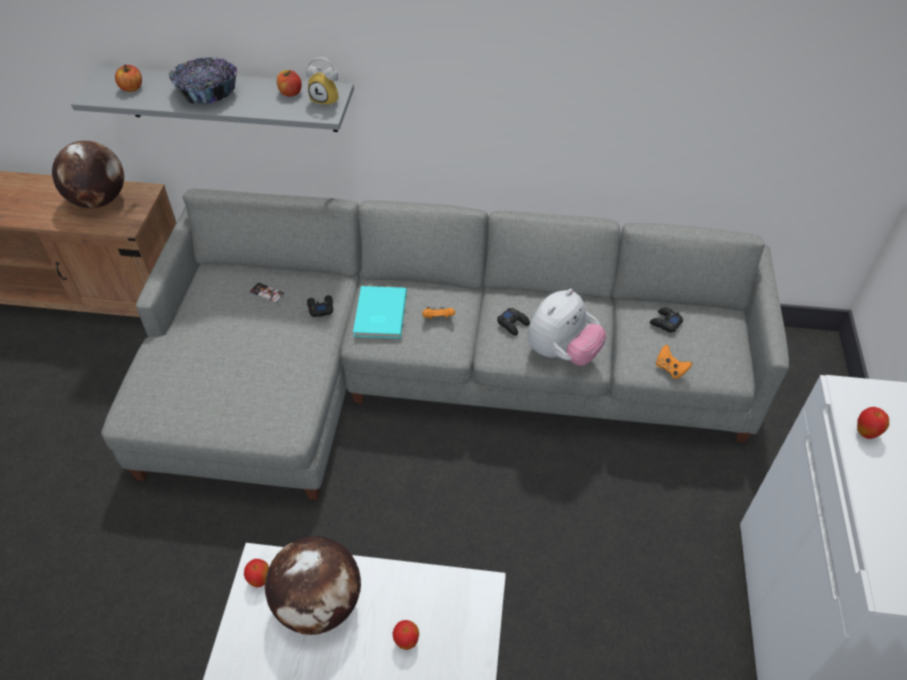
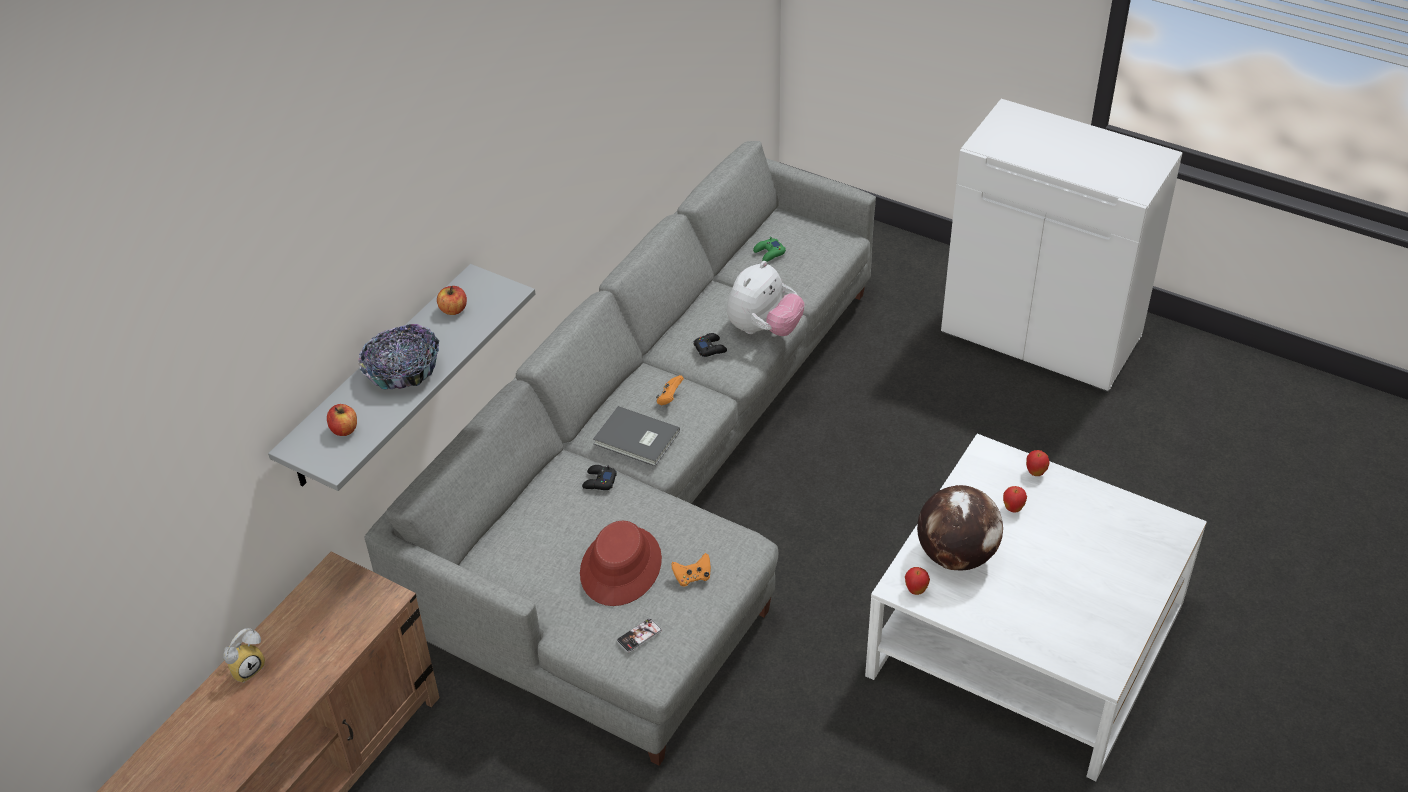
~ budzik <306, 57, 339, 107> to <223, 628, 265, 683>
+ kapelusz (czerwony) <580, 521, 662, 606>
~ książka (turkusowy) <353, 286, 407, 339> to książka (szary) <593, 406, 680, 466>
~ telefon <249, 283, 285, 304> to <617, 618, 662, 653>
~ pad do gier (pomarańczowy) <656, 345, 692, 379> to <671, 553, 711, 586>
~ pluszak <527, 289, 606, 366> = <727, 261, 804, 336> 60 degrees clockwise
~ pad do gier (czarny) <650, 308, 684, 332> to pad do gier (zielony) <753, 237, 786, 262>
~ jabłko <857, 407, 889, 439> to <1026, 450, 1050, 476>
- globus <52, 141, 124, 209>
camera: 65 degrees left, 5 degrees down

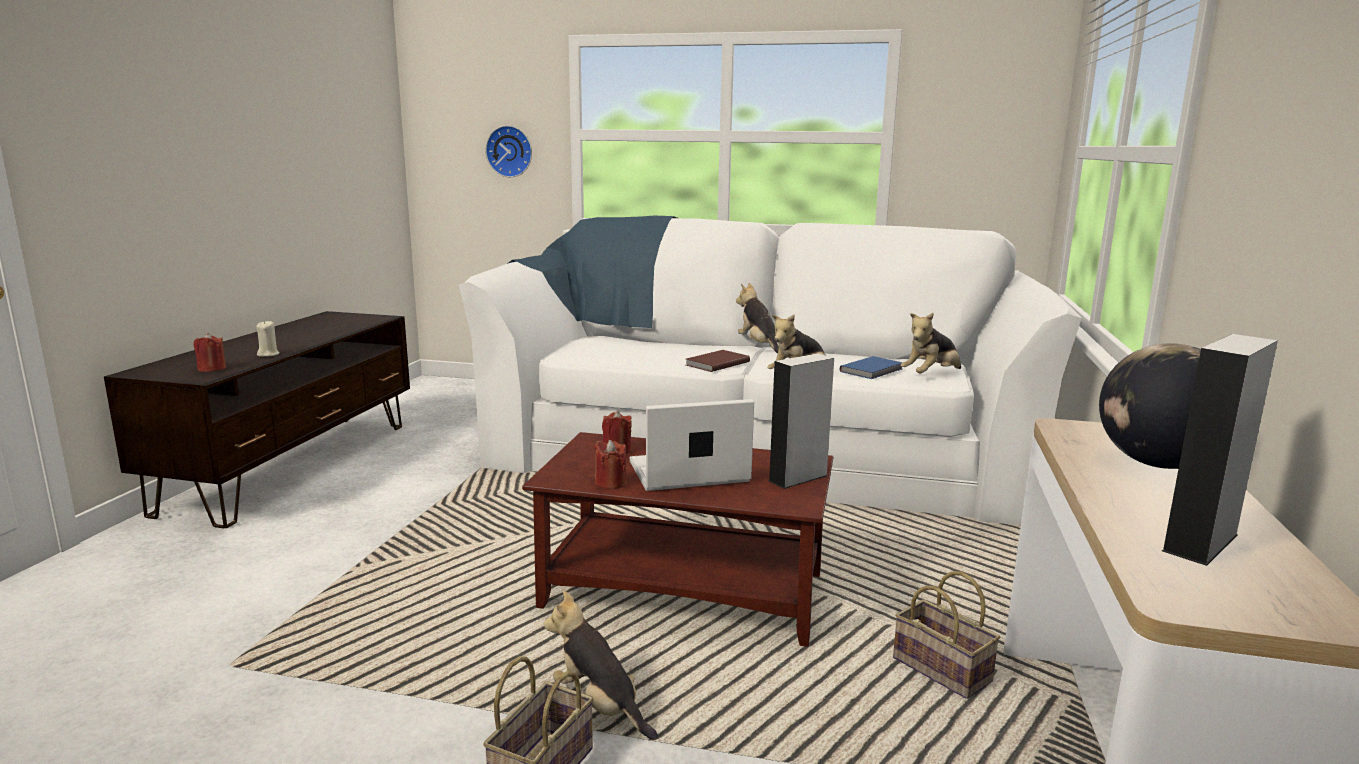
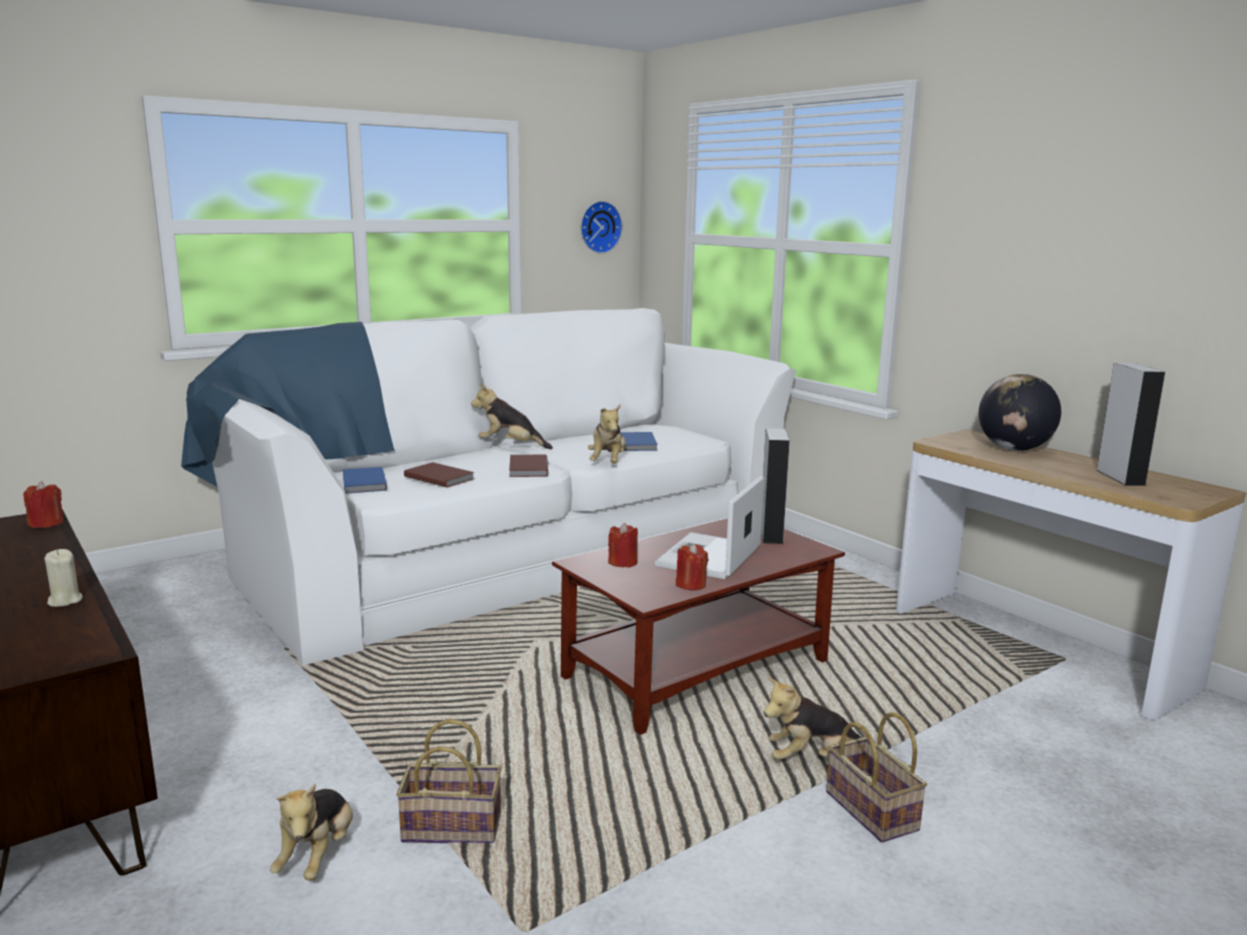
~ świeca (czerwony) <193, 333, 226, 372> to <23, 481, 63, 528>
~ pluszak <901, 313, 961, 373> to <270, 784, 353, 881>
+ książka (niebieski) <343, 467, 387, 494>
~ koszyk <893, 571, 1000, 699> to <396, 719, 502, 843>
+ książka (brązowy) <404, 462, 474, 488>
~ zegar ścienny <485, 125, 532, 177> to <581, 201, 623, 254>
camera: 50 degrees left, 0 degrees up

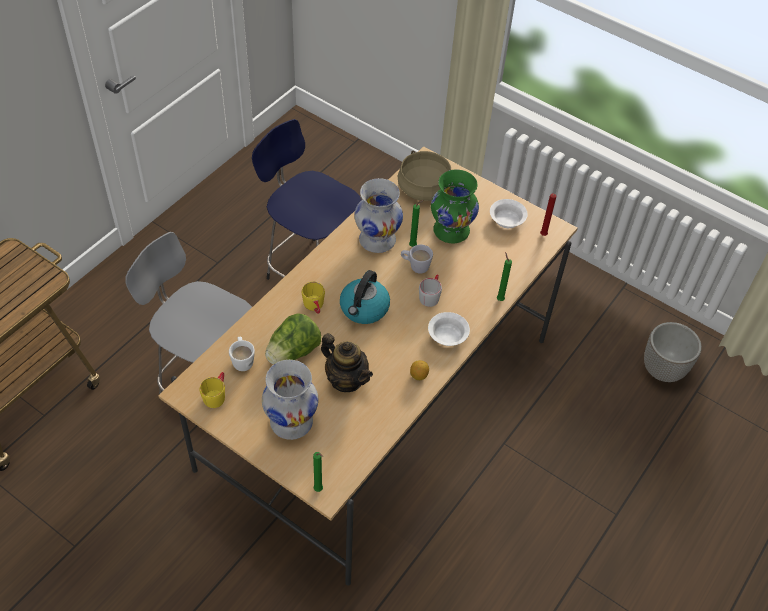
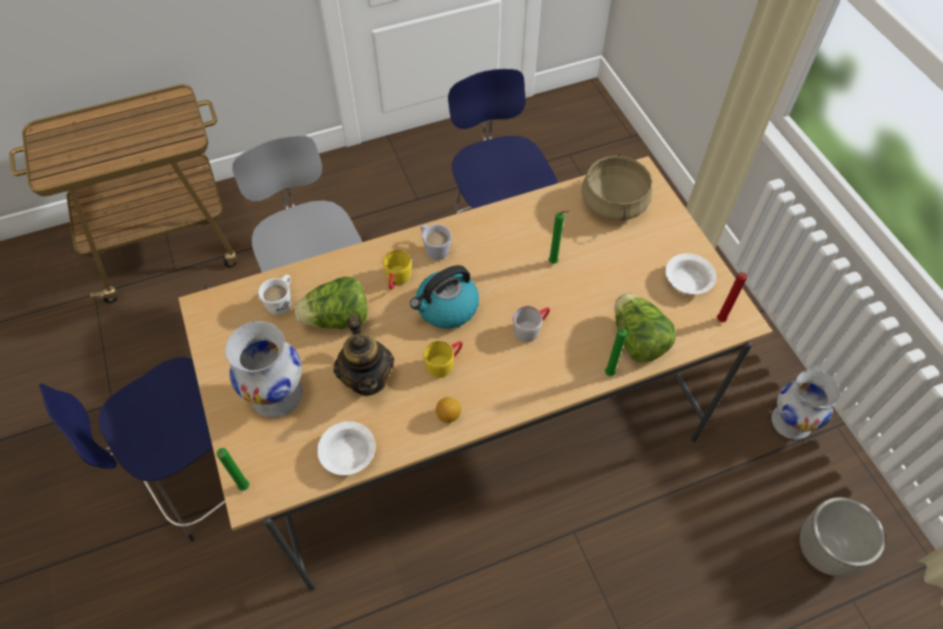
+ stołek (niebieski) <39, 357, 225, 541>
~ miska (biały) <428, 312, 470, 346> to <317, 421, 375, 475>
~ kubek (biały) <401, 245, 433, 274> to <420, 224, 452, 260>
~ kubek (żółty) <200, 372, 225, 408> to <423, 341, 463, 378>
+ sałata <615, 293, 676, 363>
~ wazon (biały) <354, 178, 403, 253> to <772, 369, 840, 440>
- wazon (zielony) <431, 170, 479, 243>
camera: 35 degrees right, 5 degrees up

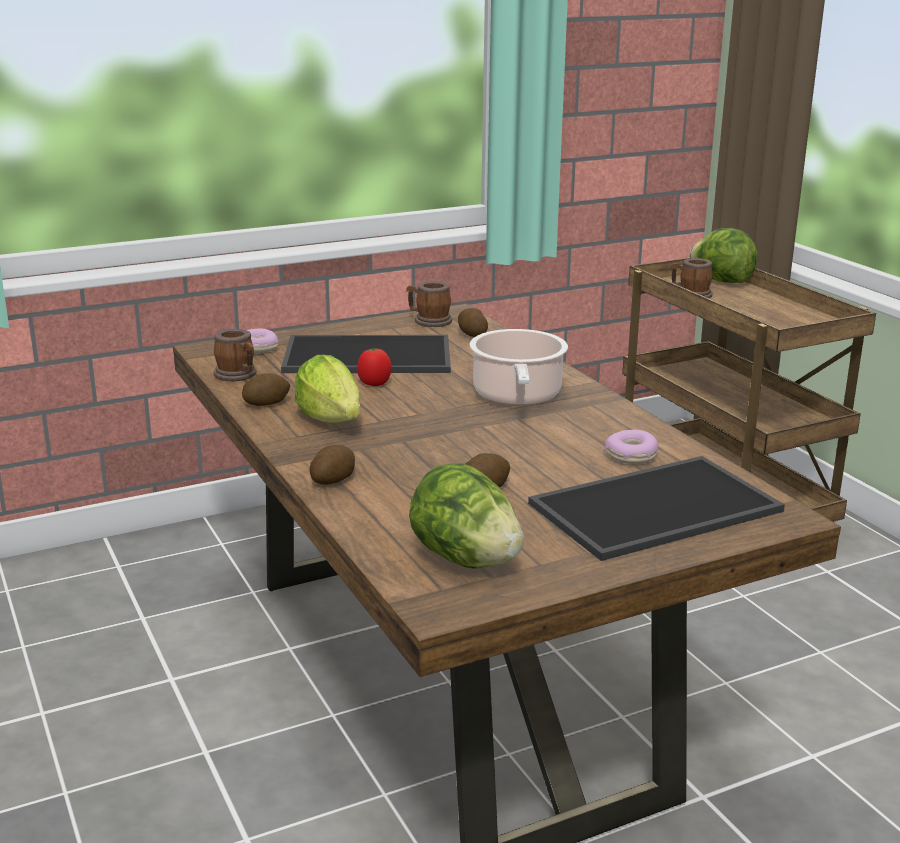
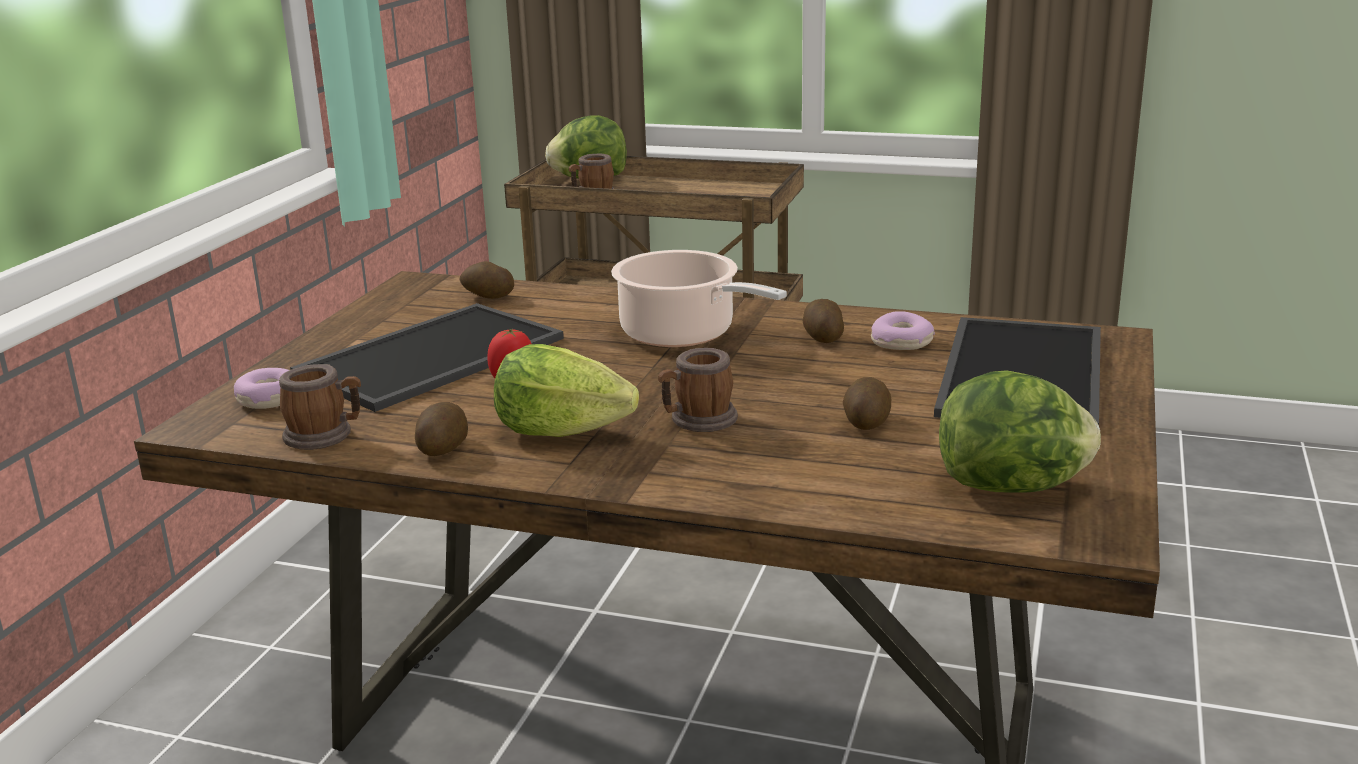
~ kubek <406, 281, 452, 327> to <658, 348, 738, 432>
~ ziemniak <310, 445, 355, 485> to <803, 299, 844, 343>
camera: 45 degrees left, 0 degrees up

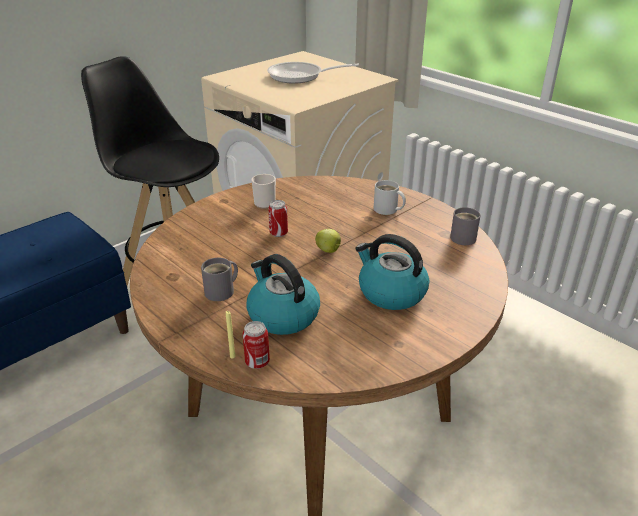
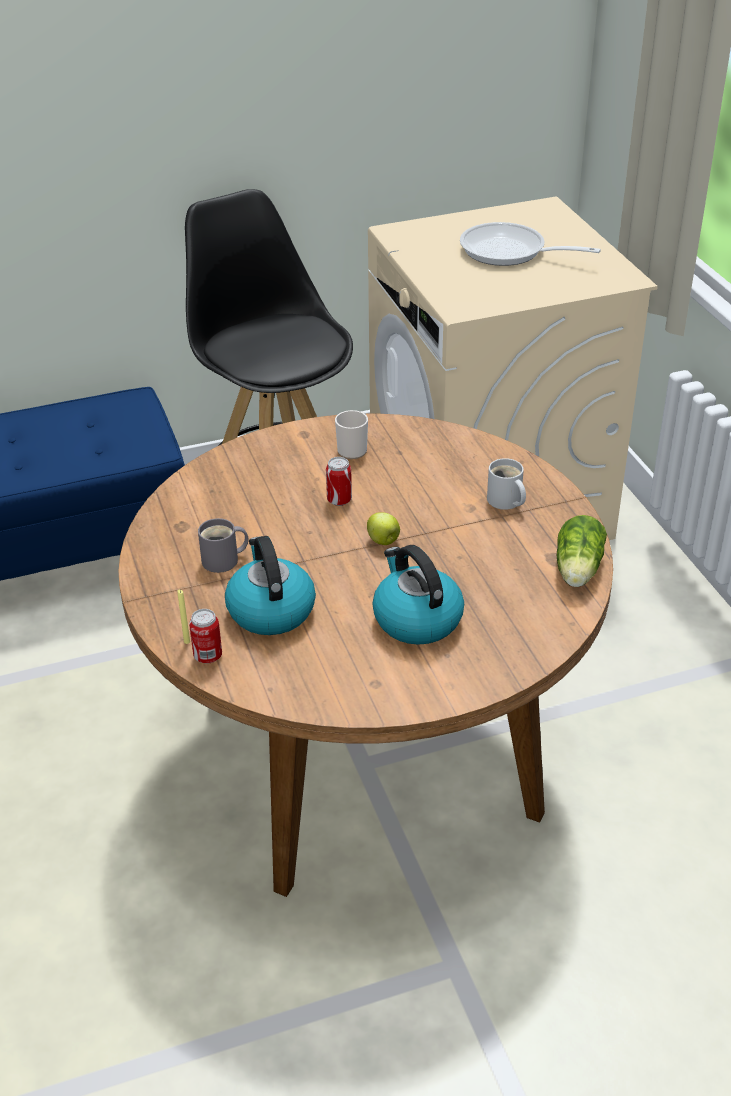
~ kubek (szary) <450, 207, 480, 245> to sałata <557, 515, 607, 587>
camera: 25 degrees right, 5 degrees up

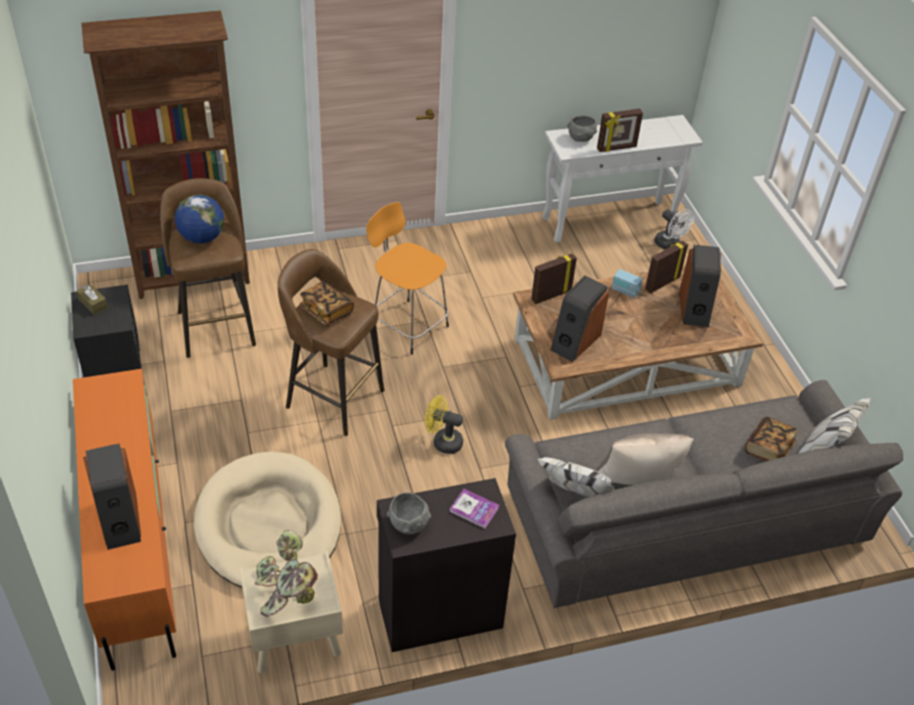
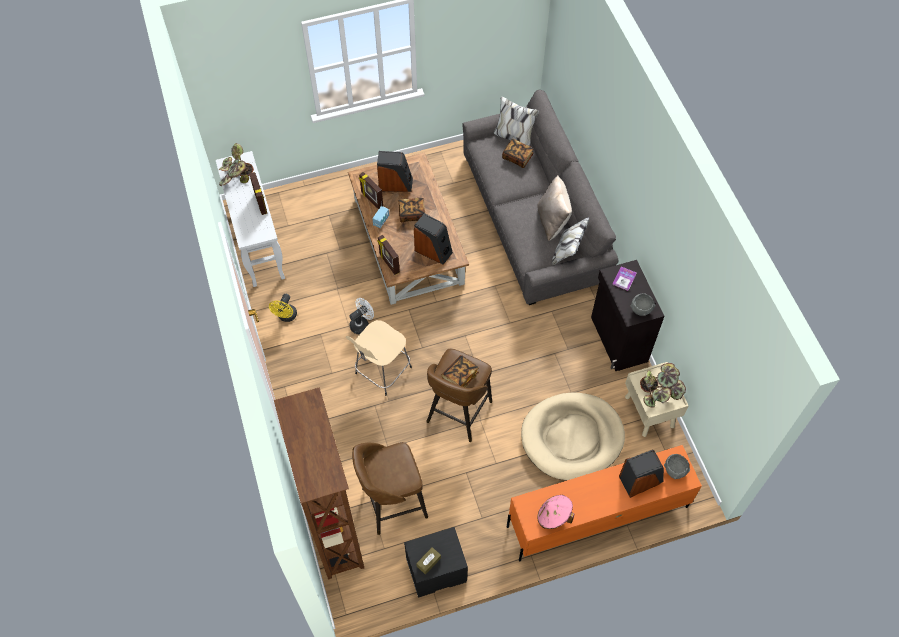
+ roślina doniczkowa <218, 143, 254, 186>
~ wentylator (żółty) <425, 395, 463, 454> to <269, 294, 297, 322>
~ stołek (pomarańczowy) <366, 202, 449, 355> to stołek (beżowy) <346, 320, 412, 396>
~ wentylator (biały) <654, 209, 694, 249> to <349, 298, 374, 334>
+ książka <398, 198, 425, 223>
+ kapelusz (różowy) <537, 495, 574, 529>
~ miska (szary) <567, 116, 597, 142> to <664, 454, 690, 479>
- globus <175, 194, 224, 244>
camera: 90 degrees left, 15 degrees up

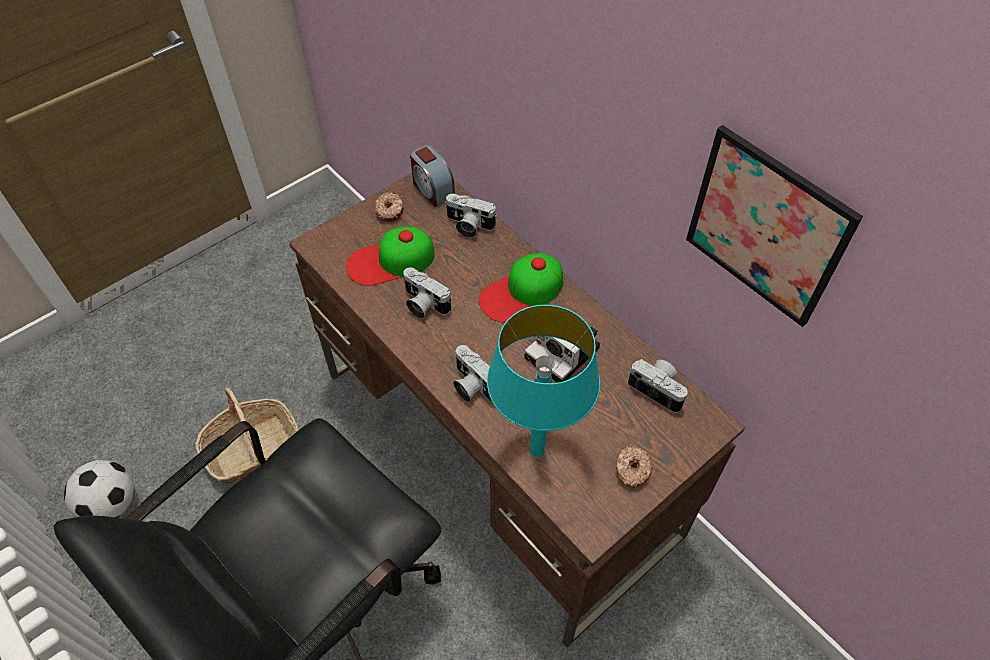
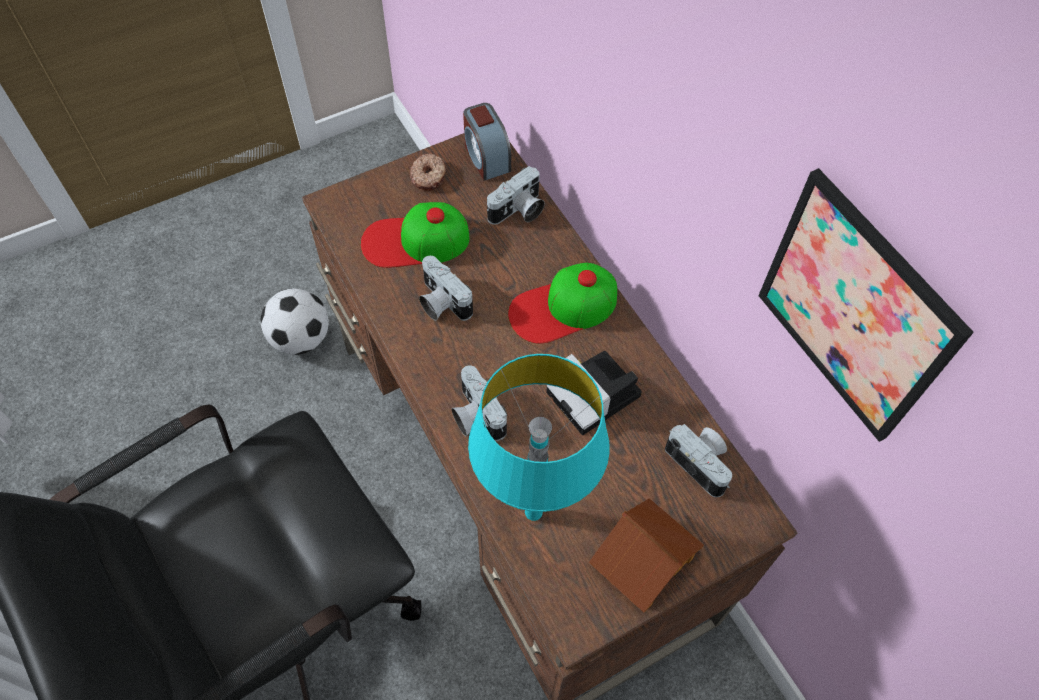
~ piłka futbolowa <64, 460, 134, 518> to <261, 288, 329, 355>
~ aparat fotograficzny <445, 194, 497, 238> = <487, 166, 545, 225> 75 degrees counterclockwise
~ donut <616, 446, 653, 488> to domek <589, 498, 704, 612>
- koszyk <195, 387, 299, 483>
camera: 10 degrees right, 5 degrees up

